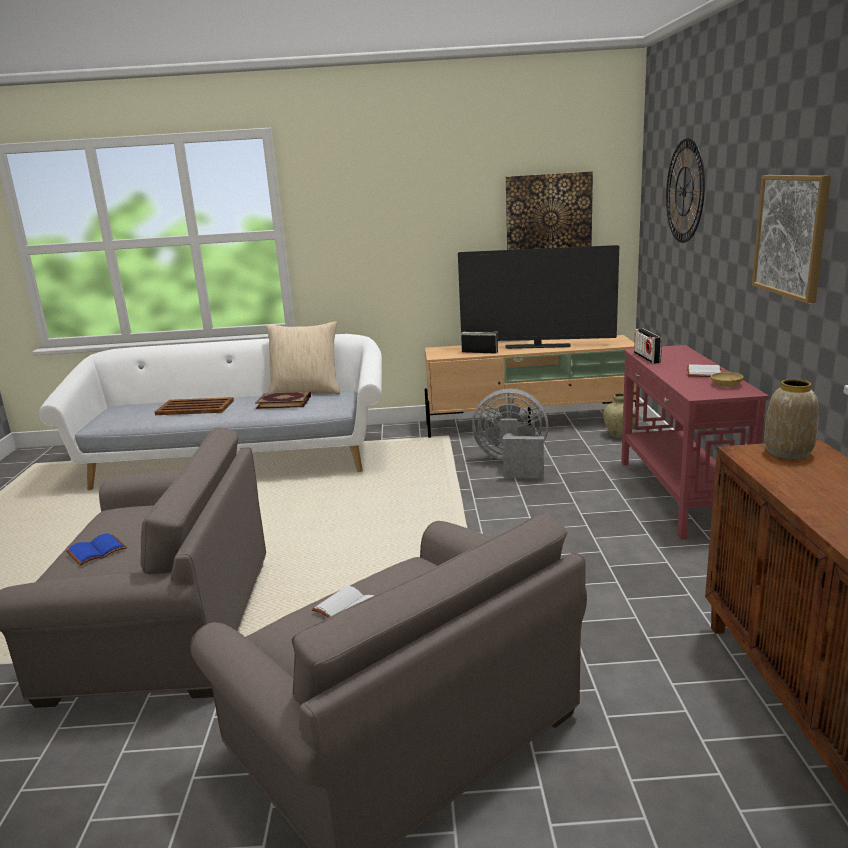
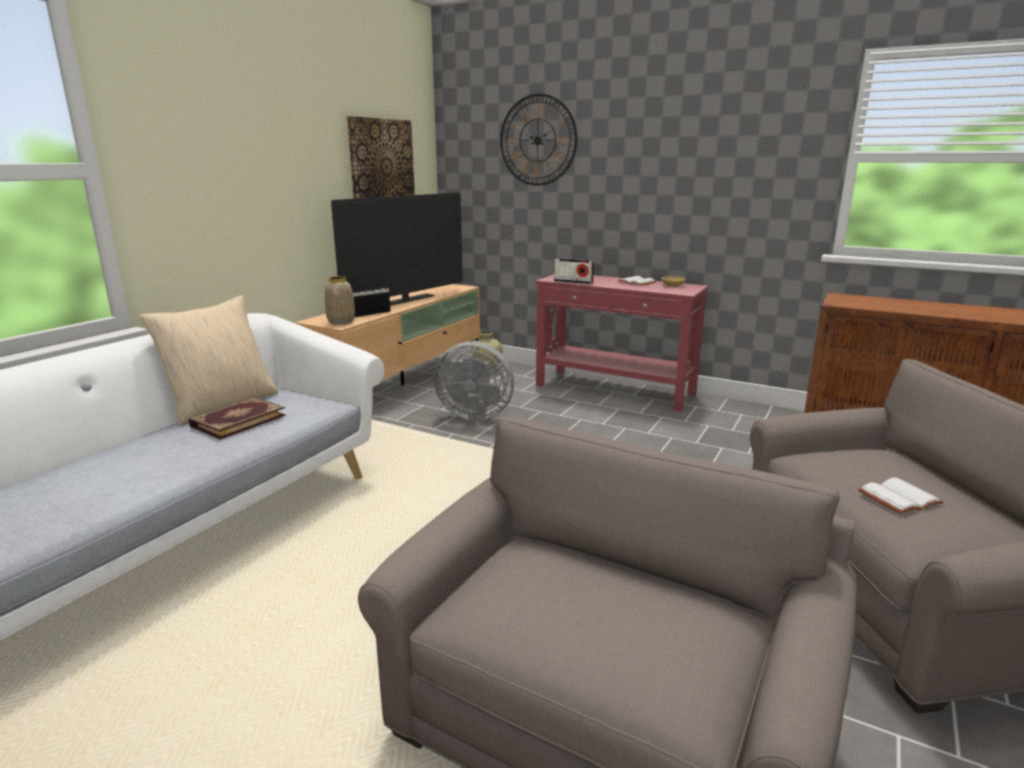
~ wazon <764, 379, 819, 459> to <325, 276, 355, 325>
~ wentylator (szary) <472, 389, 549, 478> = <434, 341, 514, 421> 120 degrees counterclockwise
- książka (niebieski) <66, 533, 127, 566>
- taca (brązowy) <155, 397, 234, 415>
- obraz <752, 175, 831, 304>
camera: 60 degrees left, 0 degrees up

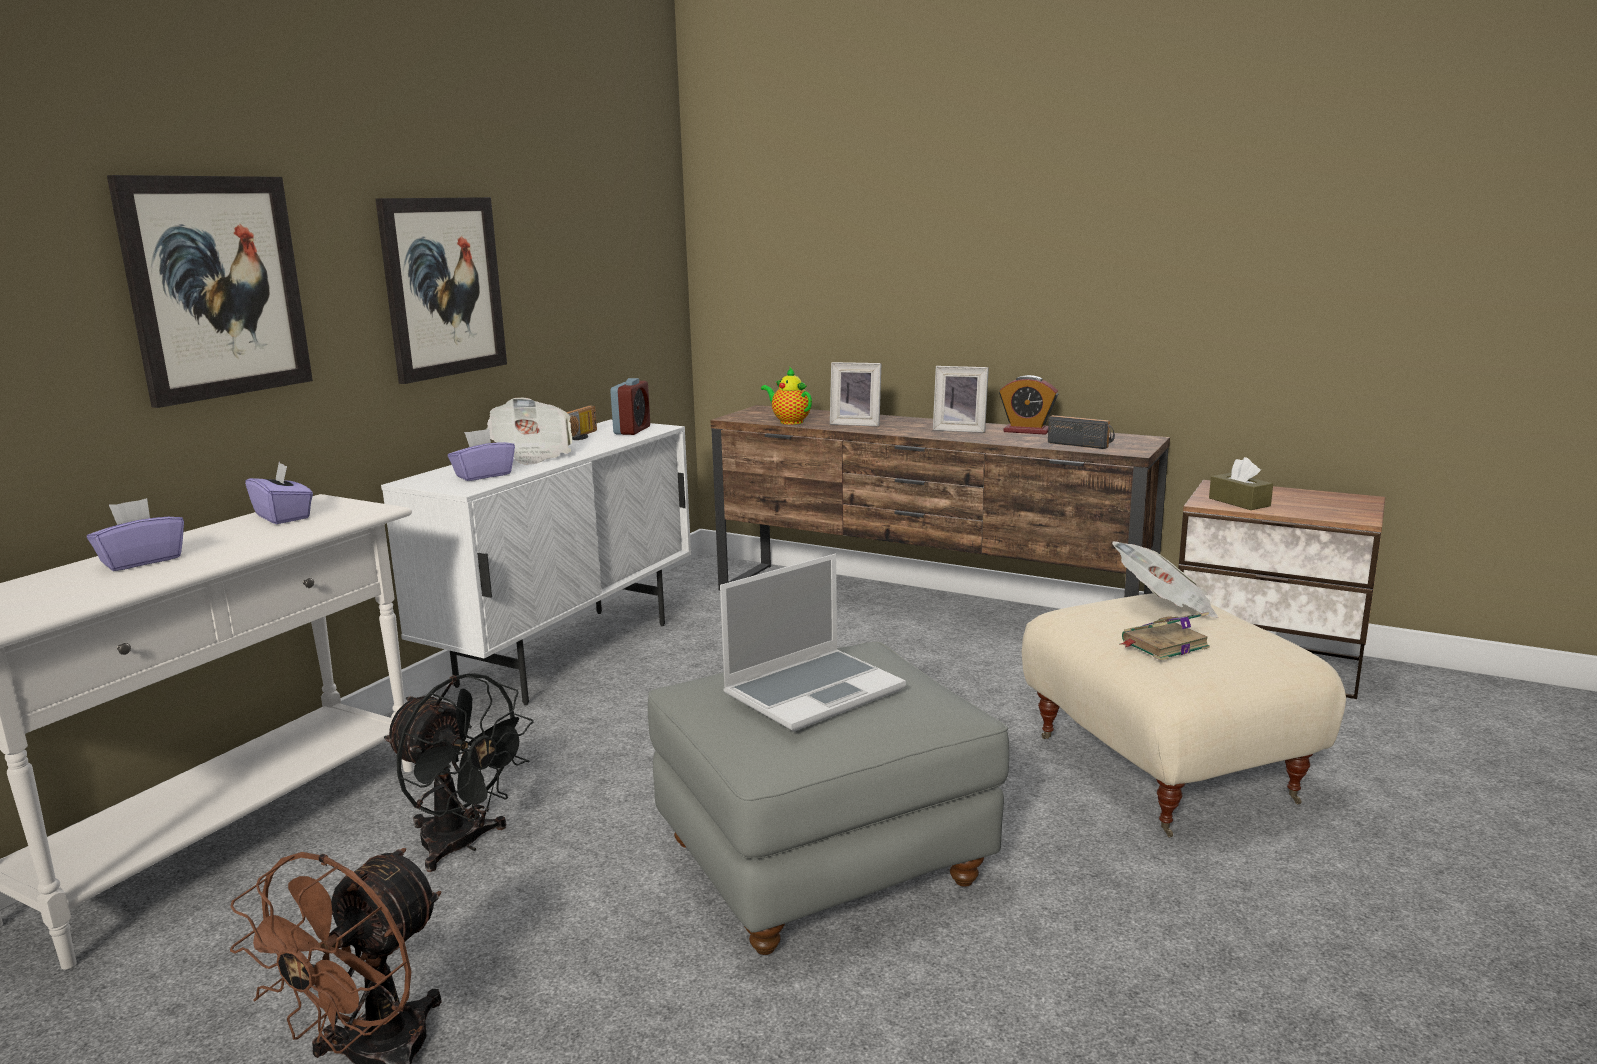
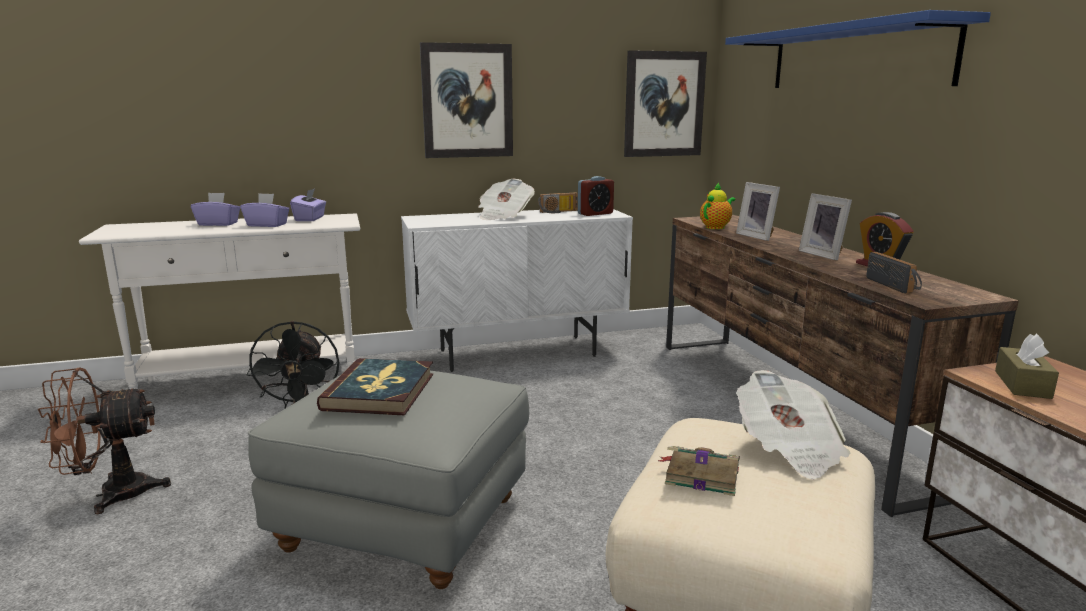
~ pudełko chusteczek (fioletowy) <448, 429, 515, 481> to <240, 193, 289, 227>
~ laptop <720, 554, 906, 731> to książka <317, 358, 433, 416>
~ obraz <107, 175, 313, 408> to <624, 50, 707, 157>
~ imbryk <761, 367, 812, 425> = <700, 183, 736, 229> 45 degrees clockwise
+ półka (niebieski) <725, 10, 991, 88>
camera: 45 degrees right, 0 degrees up

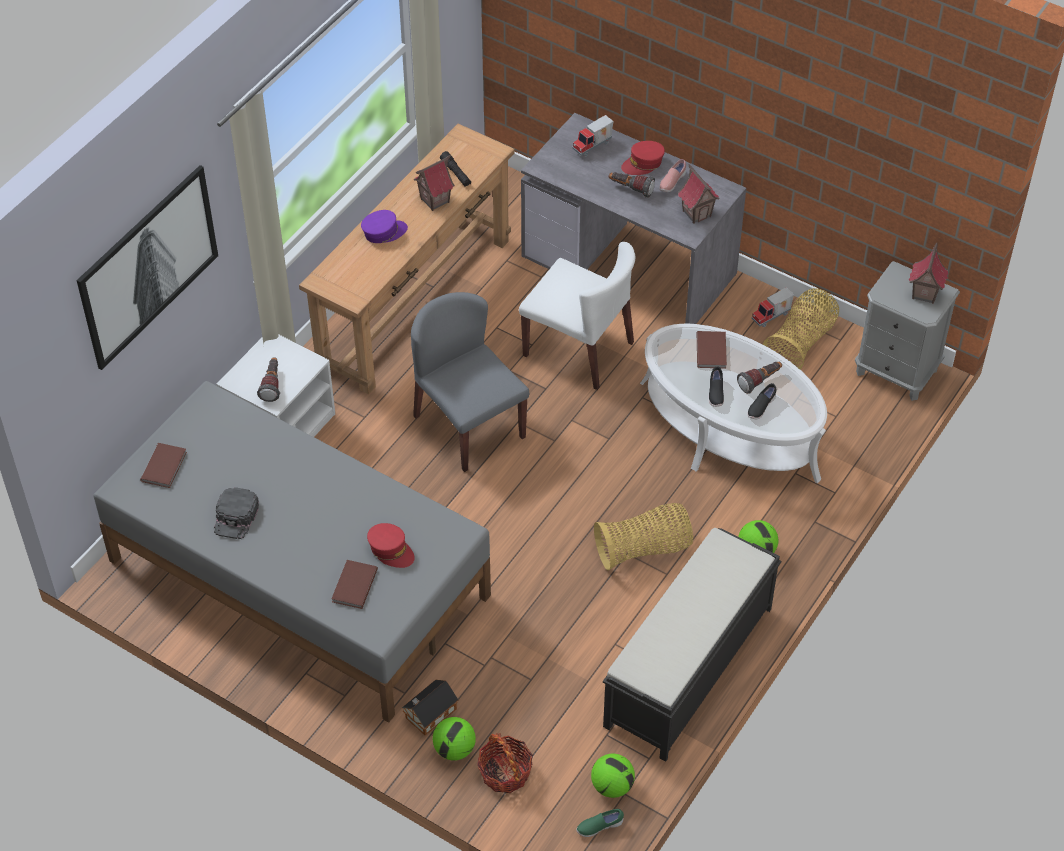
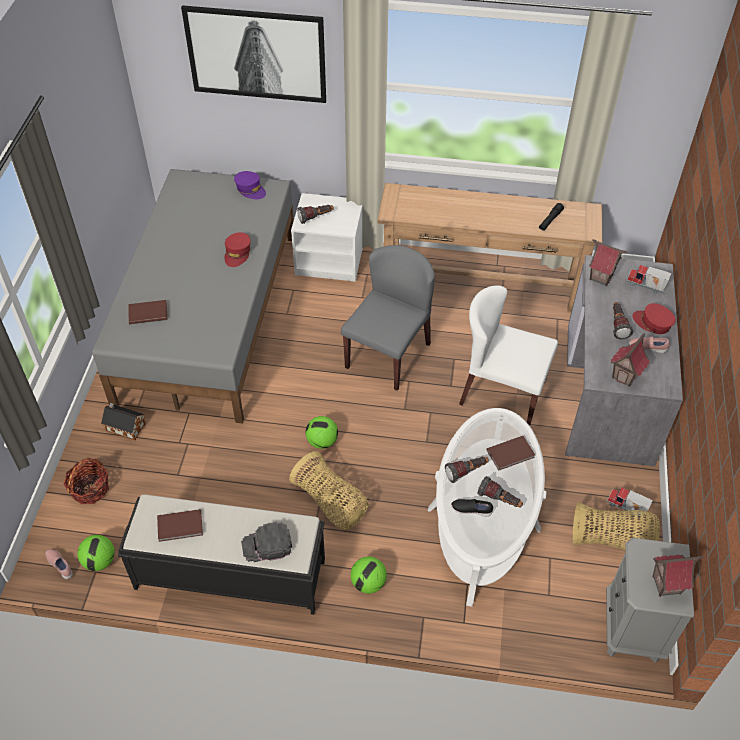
~ but (zielony) <576, 809, 624, 837> to but (różowy) <46, 549, 73, 579>
~ książka (brązowy) <140, 443, 187, 488> to <157, 509, 203, 542>
~ czapka z daszkiem (czerwony) <367, 523, 415, 568> to <225, 232, 251, 267>
~ czapka z daszkiem (fioletowy) <361, 210, 408, 243> to <234, 171, 266, 199>
~ czapka z daszkiem (czarny) <214, 487, 259, 539> to <241, 522, 292, 562>
~ piłka futbolowa <433, 717, 476, 761> to <305, 416, 338, 449>
~ but (czarny) <708, 366, 724, 407> to latarka <445, 457, 489, 483>
~ krzesło (biały) <519, 242, 635, 390> = <459, 285, 558, 426> 105 degrees clockwise
~ domek <414, 155, 455, 211> to <589, 239, 627, 286>
camera: 65 degrees right, 0 degrees up

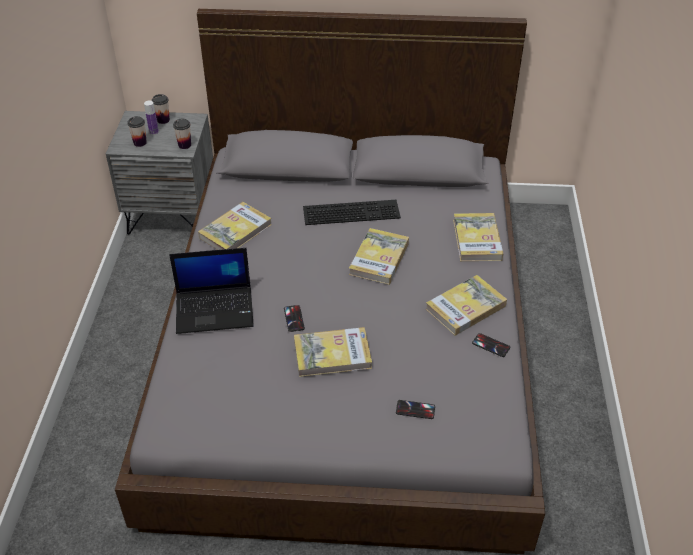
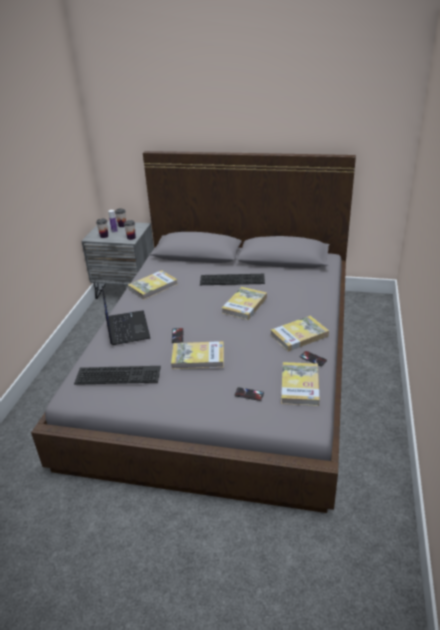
+ klawiatura <74, 366, 161, 385>
~ laptop <169, 248, 254, 334> = <102, 285, 150, 345> 105 degrees counterclockwise
~ książka <453, 213, 503, 261> to <281, 362, 320, 406>
camera: 10 degrees right, 10 degrees down

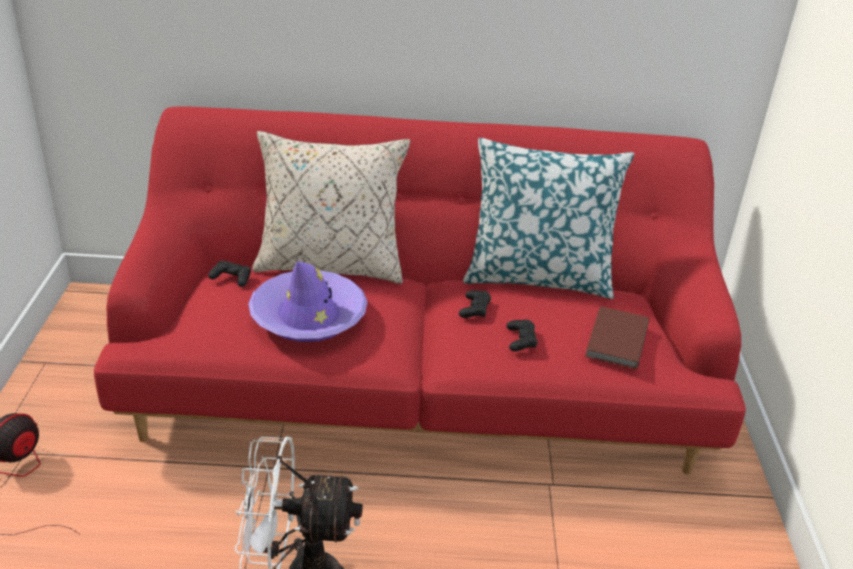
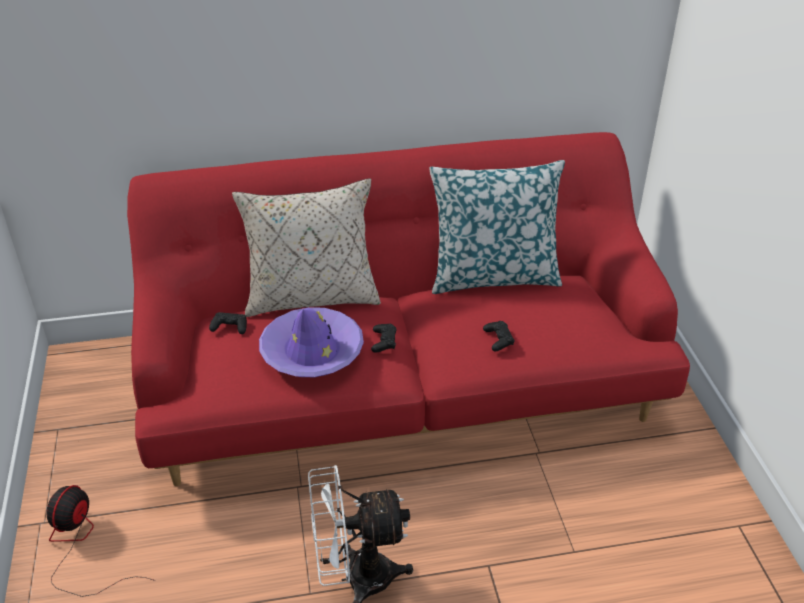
~ pad do gier (czarny) <459, 290, 491, 318> to <371, 324, 396, 353>
- książka (brązowy) <585, 306, 649, 369>
camera: 10 degrees left, 5 degrees up

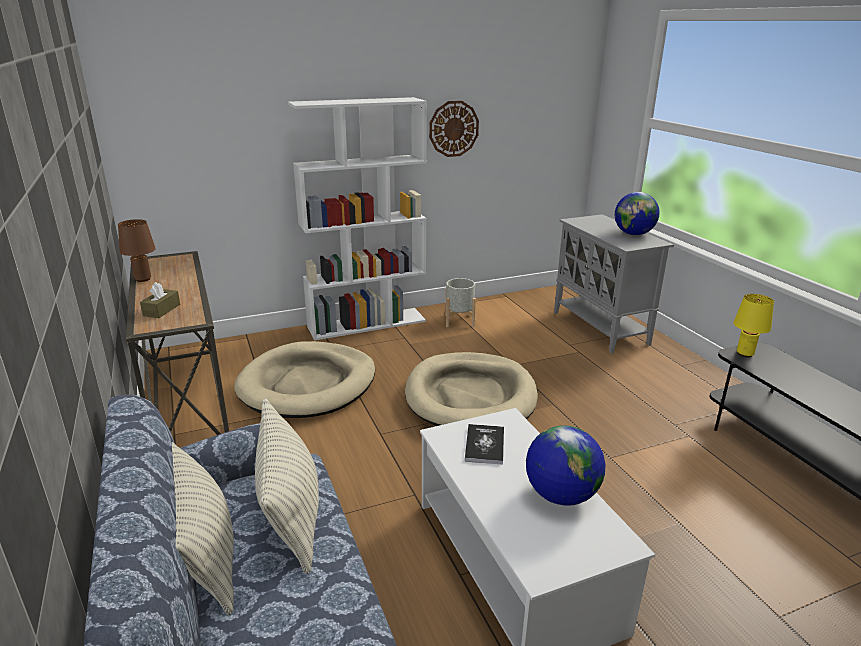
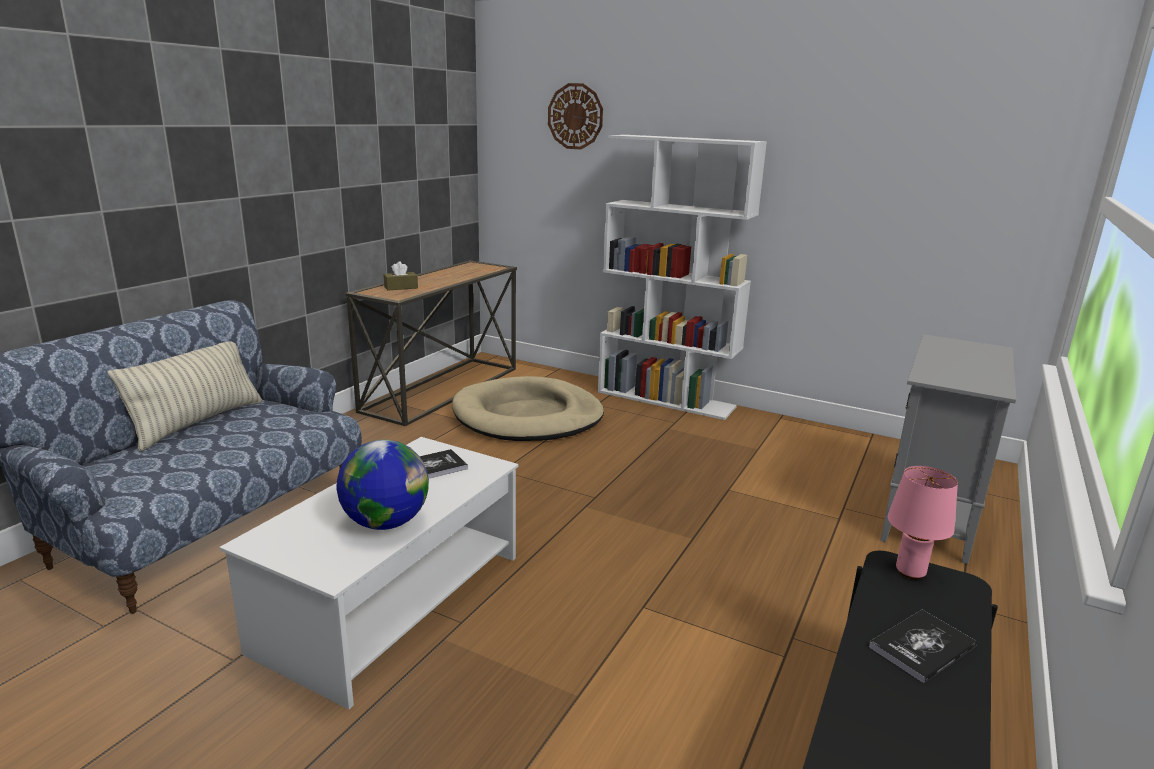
~ zegar ścienny <429, 101, 479, 157> to <548, 83, 603, 150>
+ książka <869, 610, 977, 683>
~ lampa stołowa (żółty) <733, 294, 774, 357> to lampa stołowa (różowy) <888, 466, 958, 580>
- lampa stołowa (brązowy) <118, 219, 156, 282>
- poduszka <255, 398, 319, 574>
- legowisko (beżowy) <405, 352, 538, 426>
- donica (szary) <445, 278, 476, 327>
- globus <615, 192, 660, 235>
camera: 50 degrees right, 5 degrees down

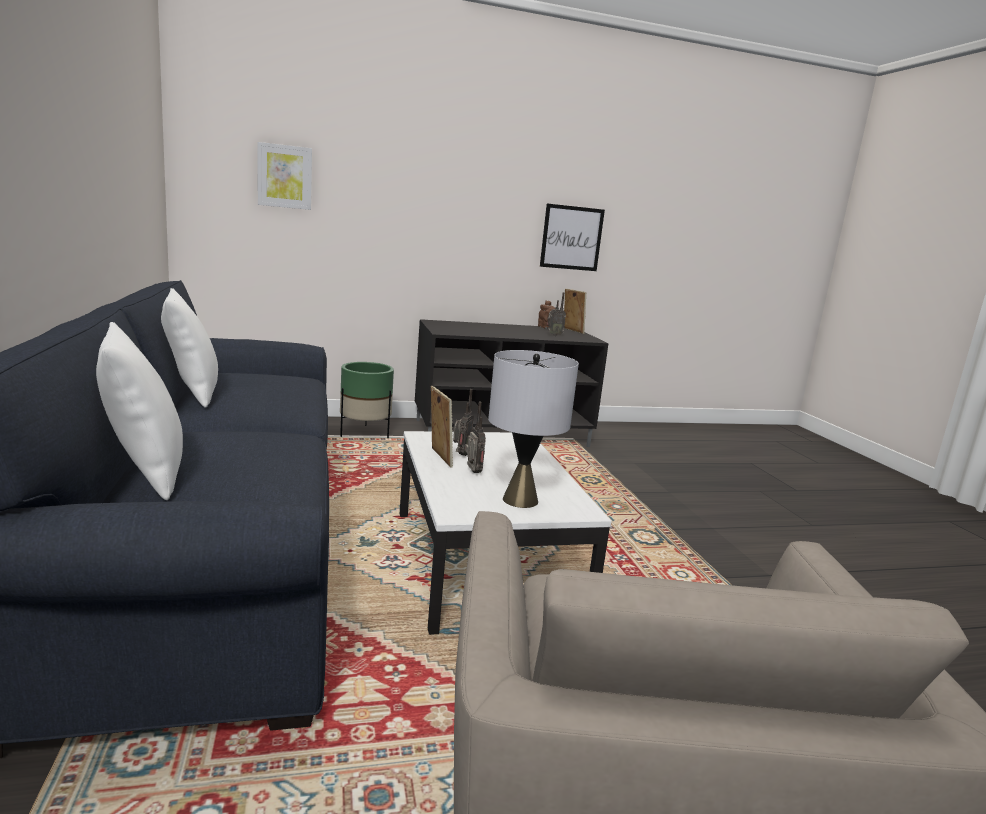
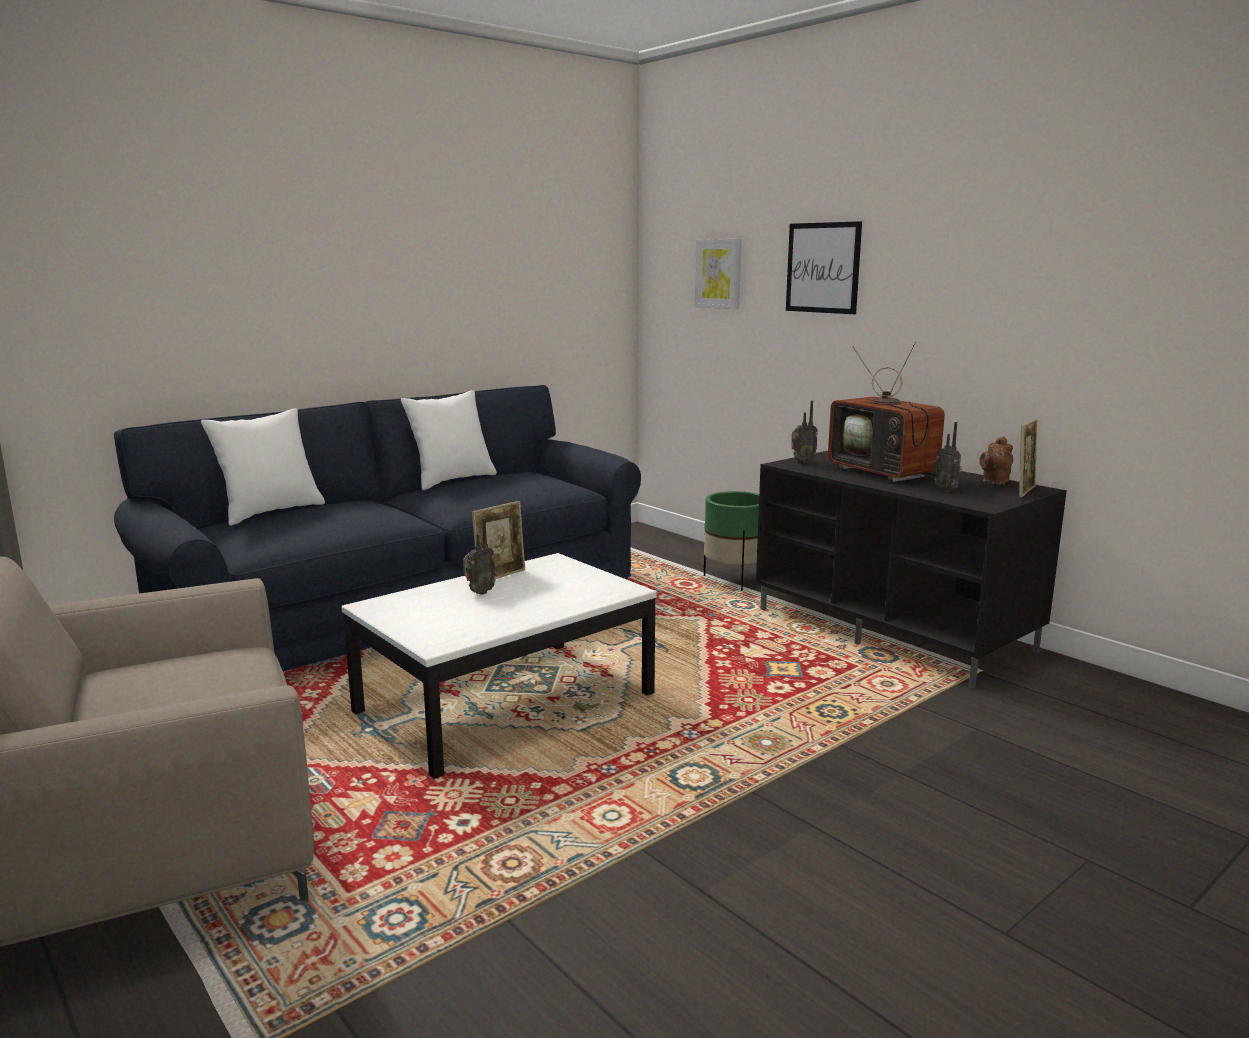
~ obraz <540, 203, 605, 271> to <786, 221, 862, 314>
~ radio <453, 389, 474, 456> to <791, 400, 818, 463>
+ telewizor <828, 341, 945, 482>
- lampa stołowa (szary) <488, 350, 579, 508>
camera: 65 degrees right, 0 degrees up

